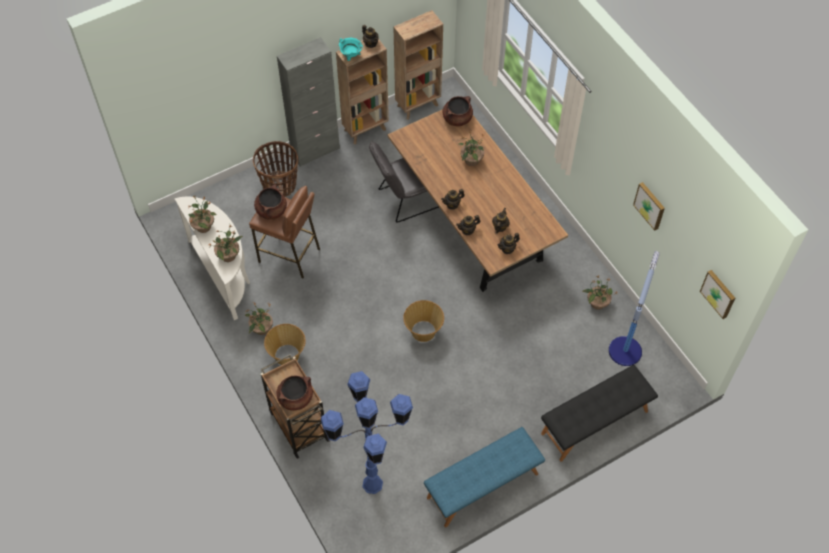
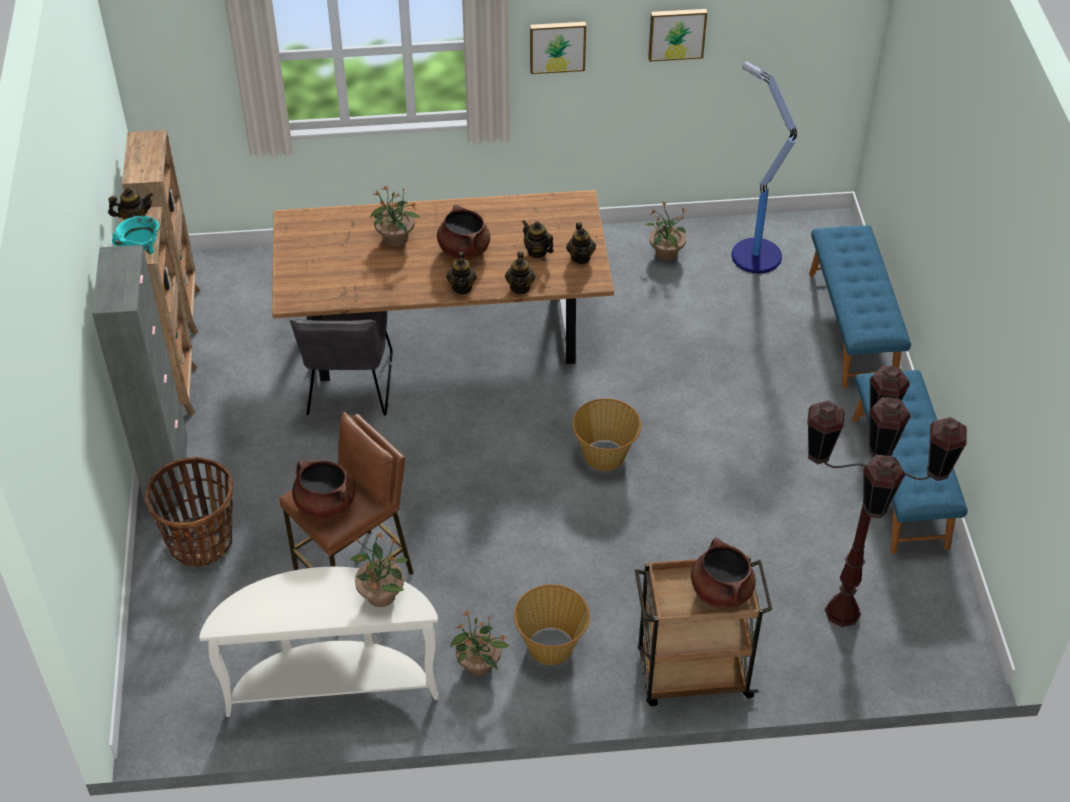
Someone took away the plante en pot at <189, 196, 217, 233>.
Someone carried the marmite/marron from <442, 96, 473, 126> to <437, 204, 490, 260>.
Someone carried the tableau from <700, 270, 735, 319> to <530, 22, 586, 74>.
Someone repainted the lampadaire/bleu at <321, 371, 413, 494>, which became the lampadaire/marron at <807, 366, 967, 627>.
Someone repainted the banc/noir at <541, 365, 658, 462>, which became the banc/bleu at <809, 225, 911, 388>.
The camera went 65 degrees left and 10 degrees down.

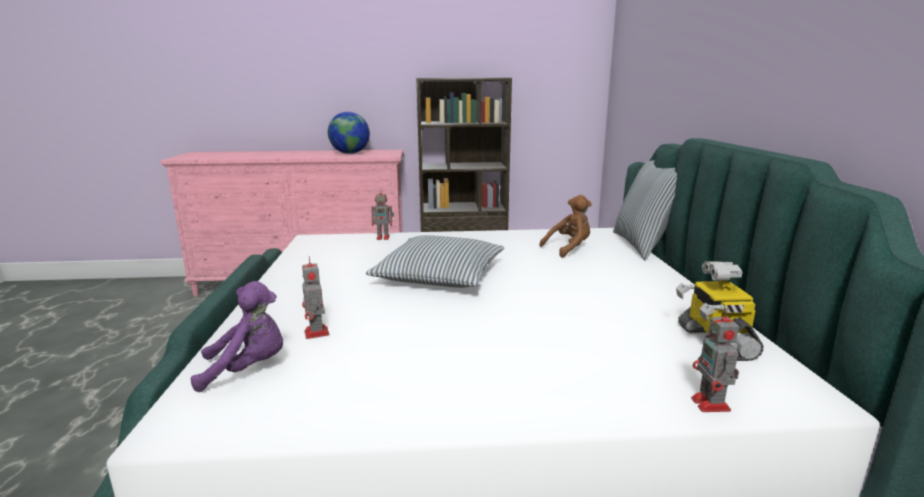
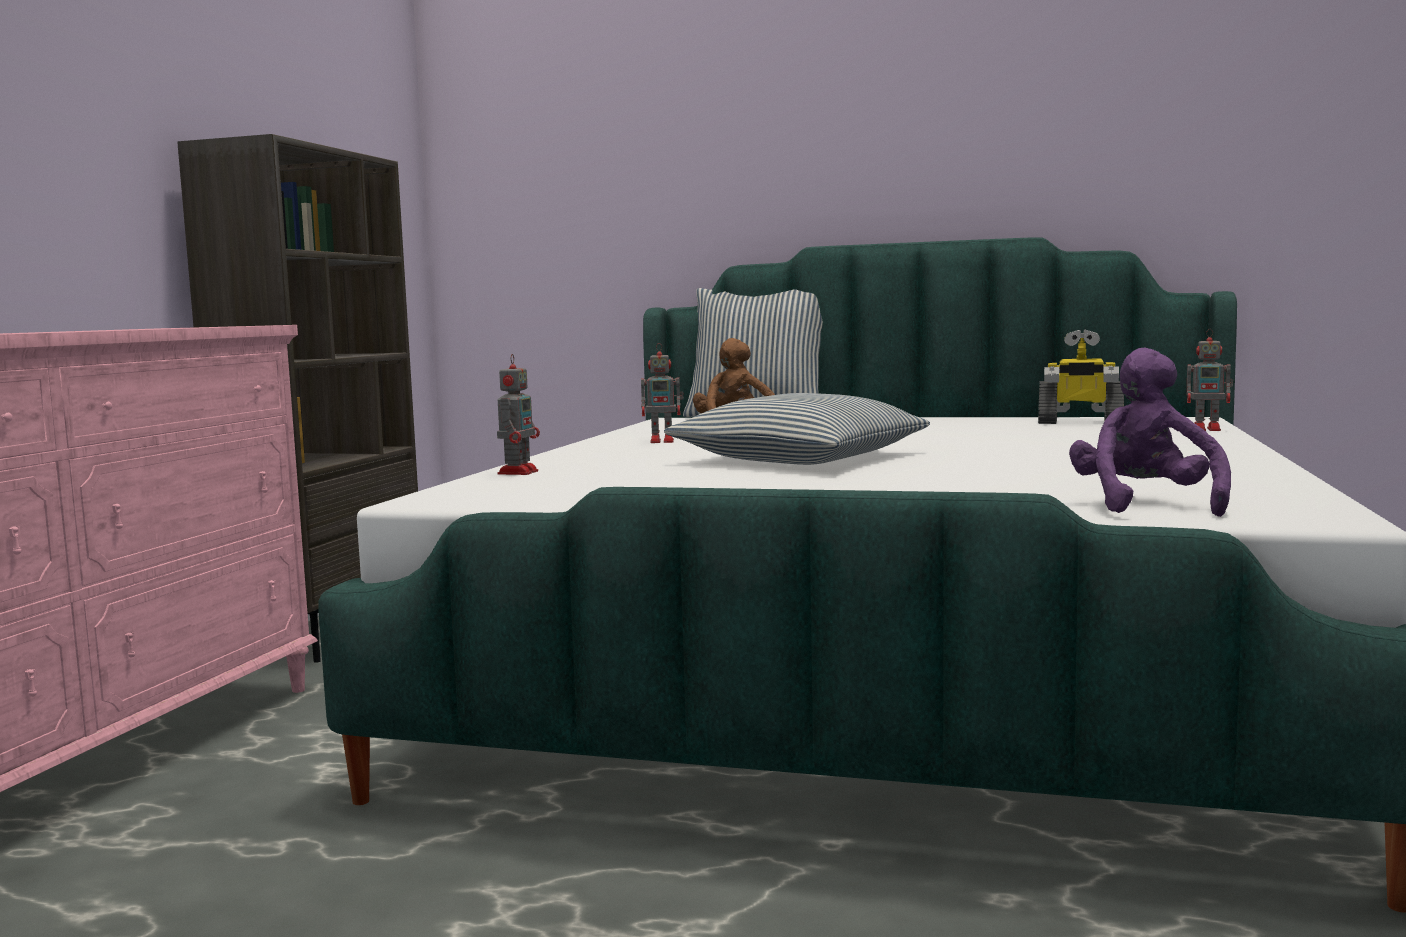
Someone took away the globe at <328, 112, 370, 154>.
Someone carried the robot jouet from <302, 256, 329, 339> to <641, 343, 684, 443>.
The camera went 70 degrees left and 10 degrees down.

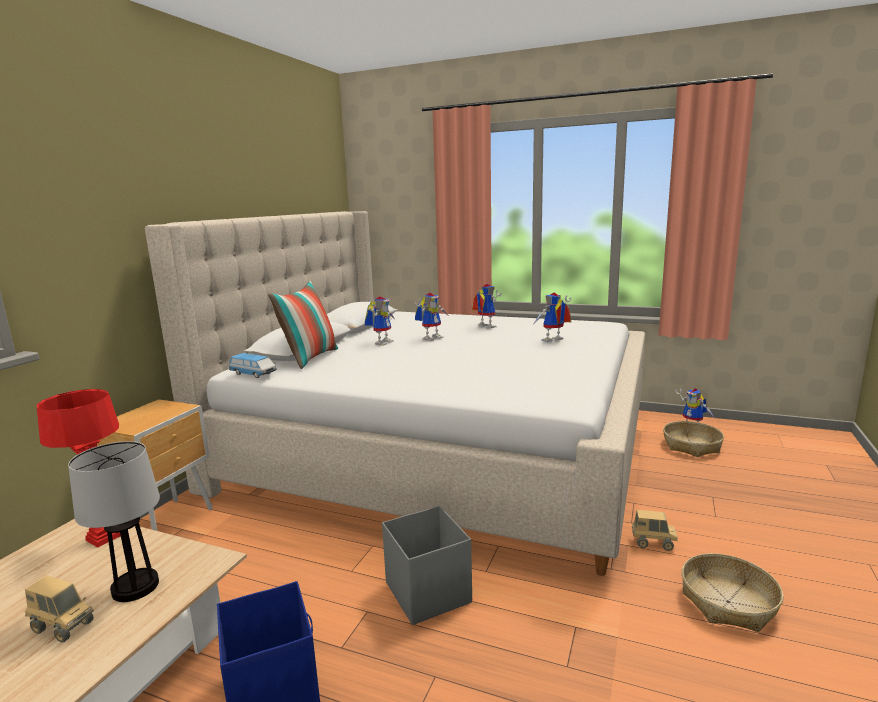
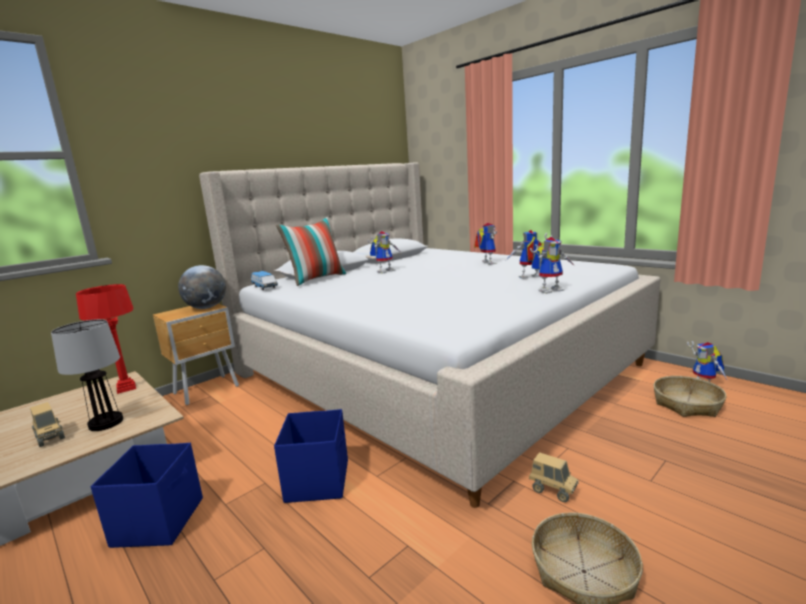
Someone put down the globe at <178, 265, 226, 309>.
Someone carried the robot jouet from <415, 293, 449, 341> to <530, 237, 575, 294>.
Someone repainted the boîte de rangement/gris at <382, 506, 472, 625>, which became the boîte de rangement/bleu at <274, 409, 348, 503>.
The camera went 25 degrees right and 0 degrees up.

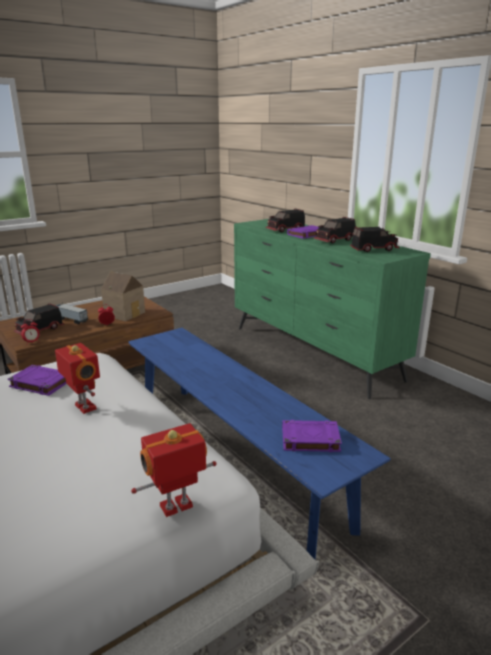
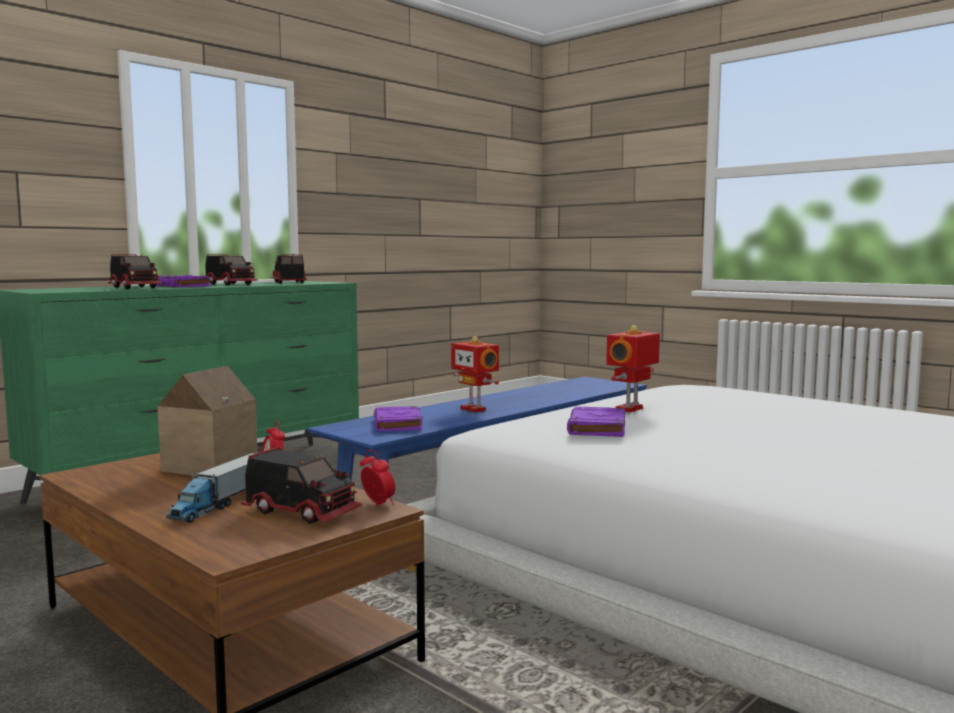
Someone carried the robot jouet from <131, 423, 217, 517> to <451, 336, 499, 412>.
Someone carried the livre/violet from <282, 420, 342, 452> to <374, 406, 422, 431>.
The camera went 100 degrees left and 15 degrees down.

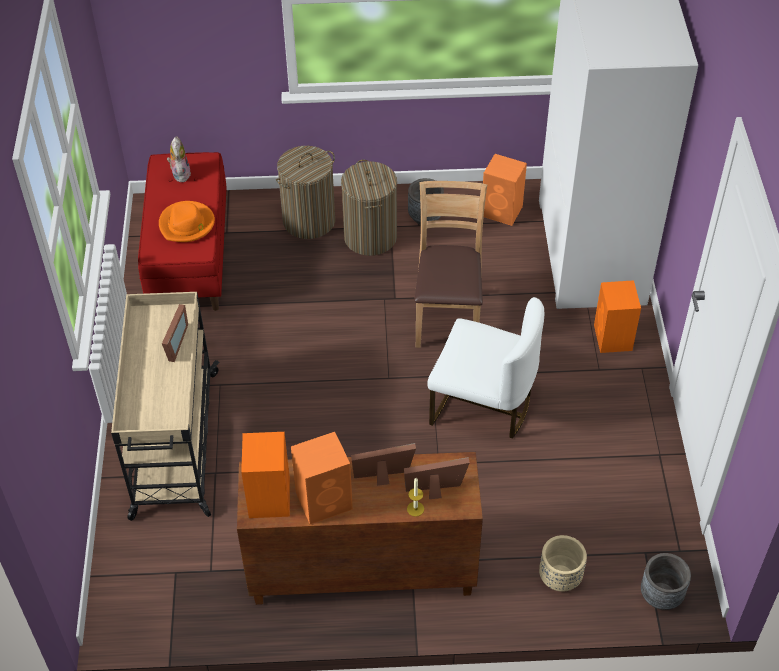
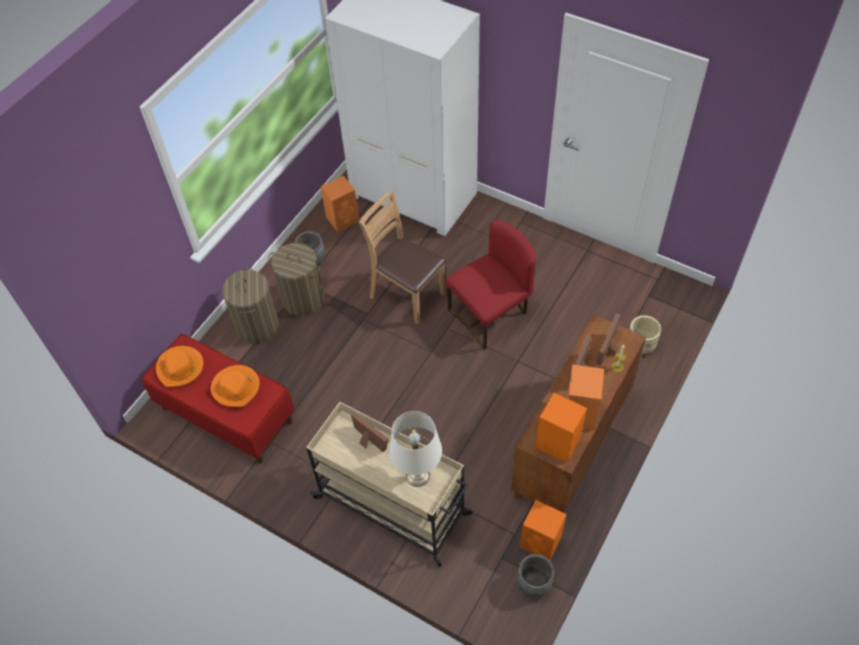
Someone put down the lampe de table/blanc at <389, 411, 442, 487>.
Someone carried the enceinte/orange from <594, 280, 641, 353> to <520, 500, 566, 560>.
Someone carried the cache-pot/gris from <641, 553, 691, 610> to <517, 554, 554, 598>.
Someone swapped the peluche at <167, 136, 191, 182> for the chapeau/orange at <156, 346, 203, 387>.
Someone repainted the chaise/blanc at <427, 297, 544, 439>, which became the chaise/rouge at <445, 220, 536, 350>.
The camera went 55 degrees left and 5 degrees up.

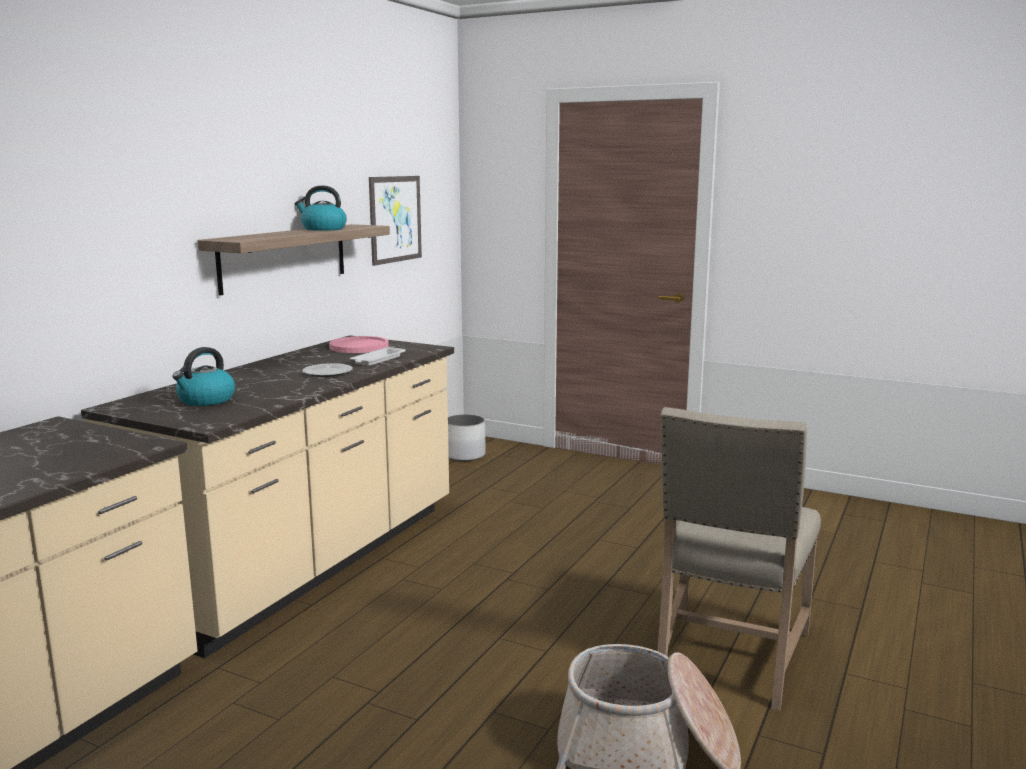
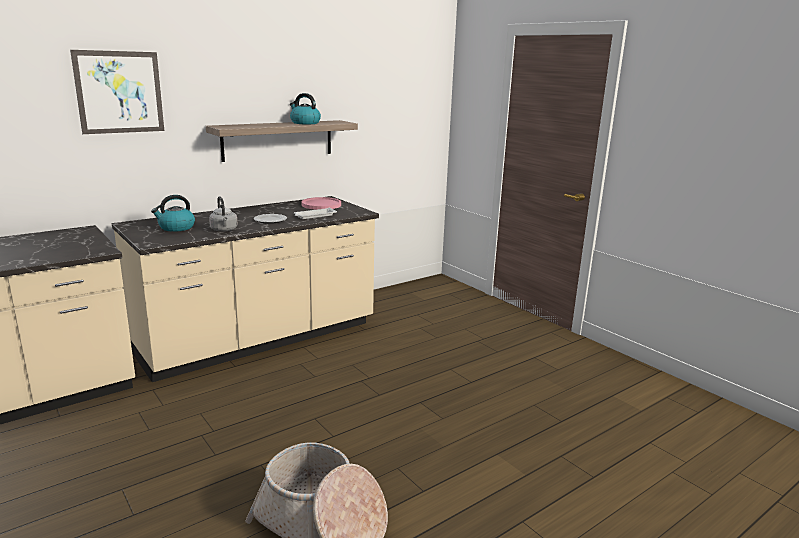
Someone took away the cache-pot/blanc at <448, 414, 486, 461>.
Someone took away the chaise/beige at <657, 407, 821, 711>.
Someone put down the bouilloire/gris at <209, 196, 238, 232>.
Someone carried the tableau from <369, 176, 422, 266> to <70, 50, 164, 134>.
The camera went 25 degrees right and 5 degrees up.

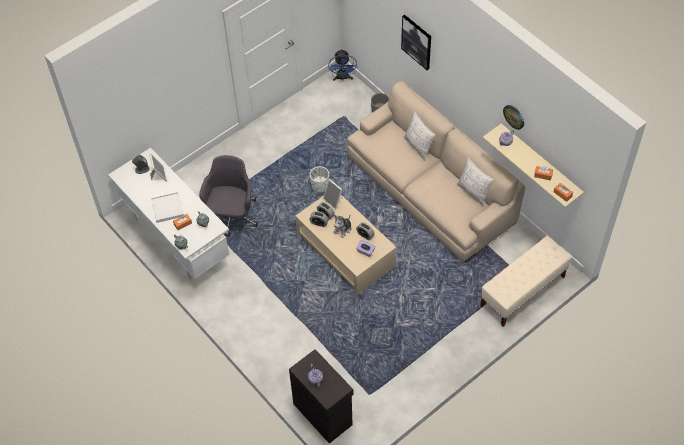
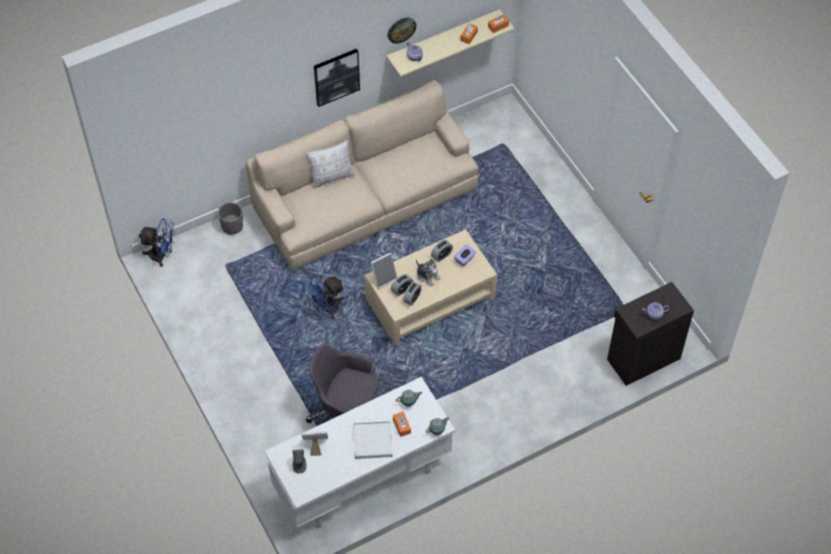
Someone took away the coussin at <457, 158, 494, 206>.
Someone took away the banc/beige at <480, 236, 571, 327>.
Someone carried the tableau from <401, 15, 431, 70> to <314, 49, 360, 107>.
Someone swapped the cache-pot/blanc at <310, 166, 329, 193> for the ventilateur/bleu at <304, 276, 345, 319>.
The camera went 80 degrees left and 0 degrees up.

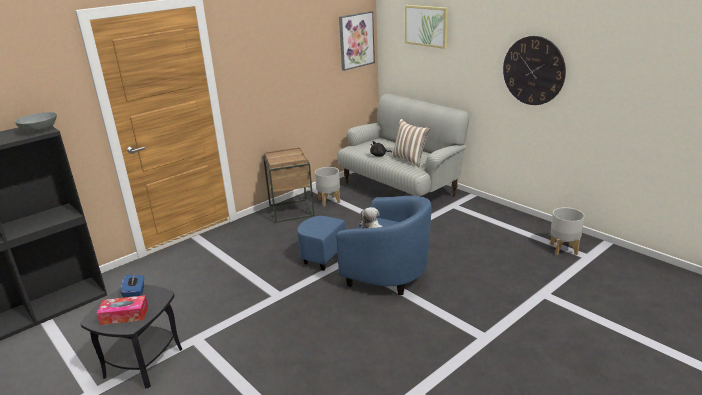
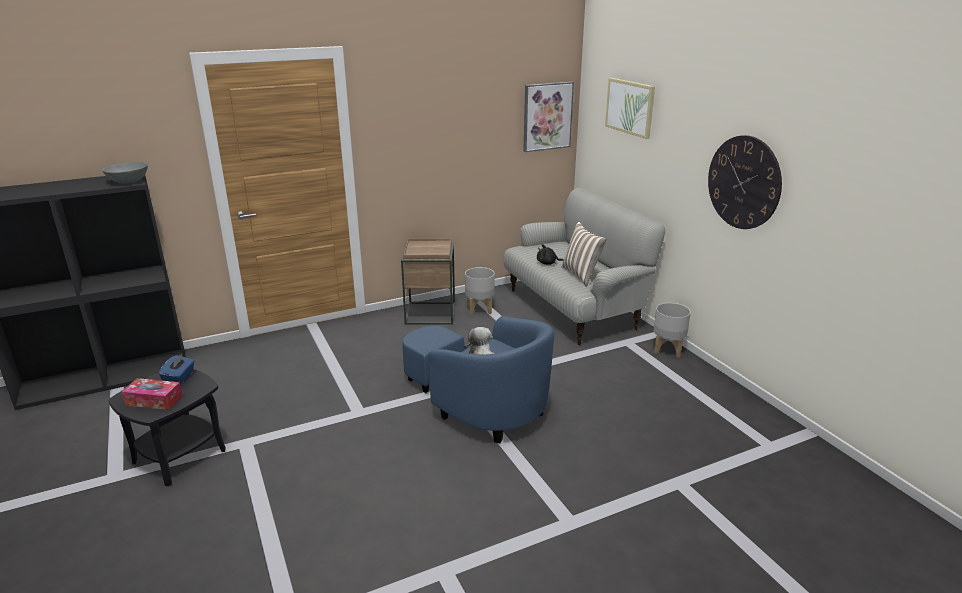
Someone carried the cache-pot/gris from <550, 207, 585, 255> to <654, 303, 691, 358>.
The camera went 15 degrees right and 0 degrees up.

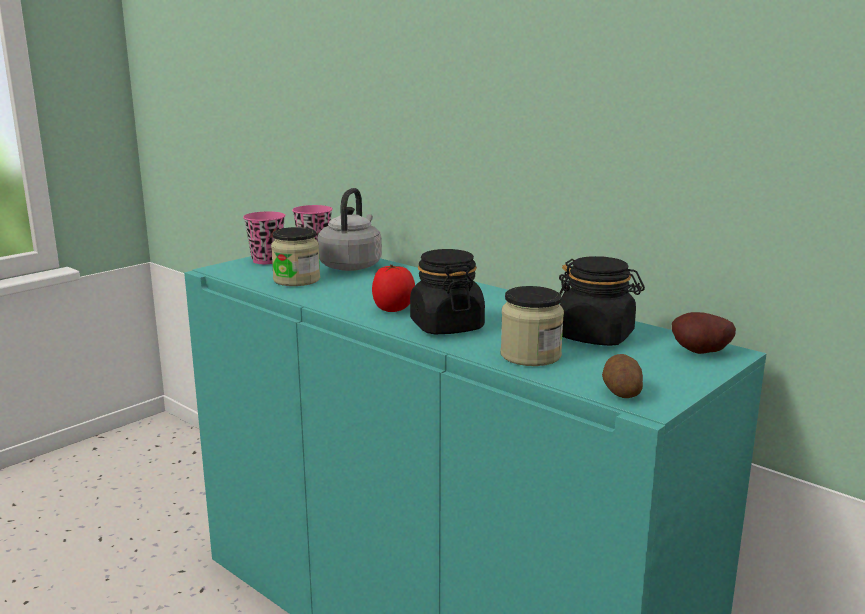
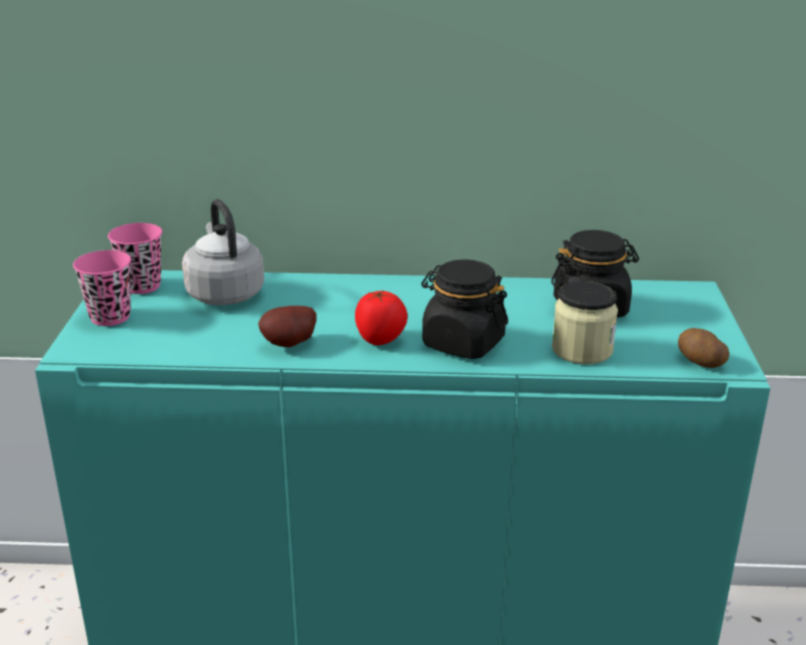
Someone took away the bocal at <271, 227, 320, 286>.
Someone carried the pomme de terre from <672, 312, 736, 354> to <258, 306, 317, 347>.
The camera went 40 degrees left and 10 degrees up.

